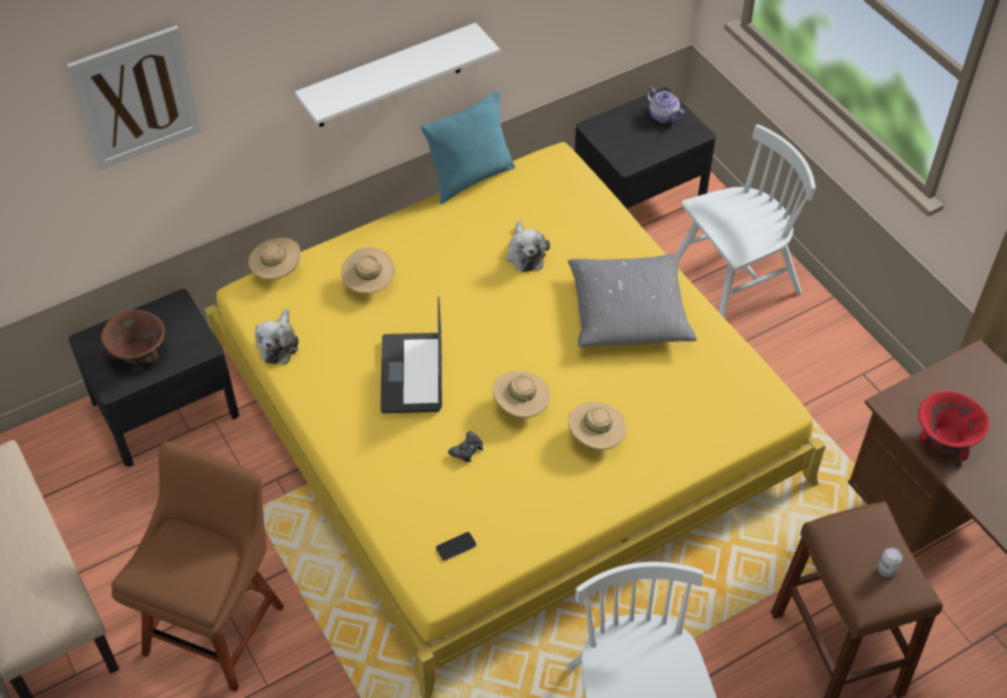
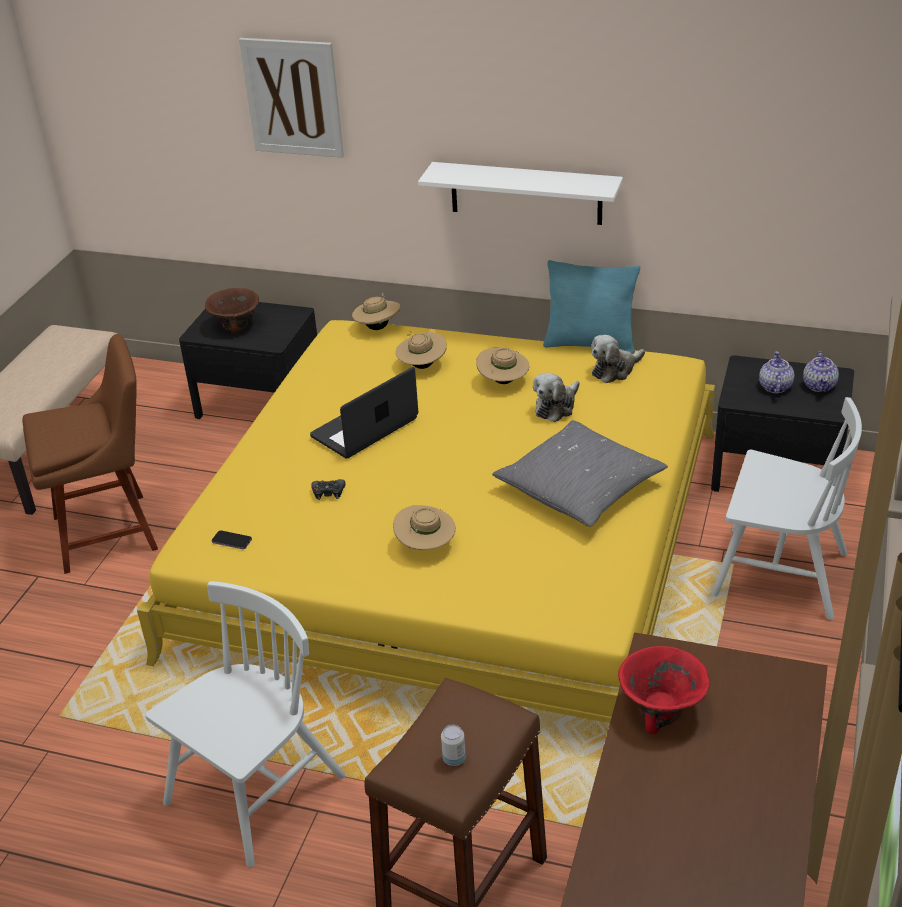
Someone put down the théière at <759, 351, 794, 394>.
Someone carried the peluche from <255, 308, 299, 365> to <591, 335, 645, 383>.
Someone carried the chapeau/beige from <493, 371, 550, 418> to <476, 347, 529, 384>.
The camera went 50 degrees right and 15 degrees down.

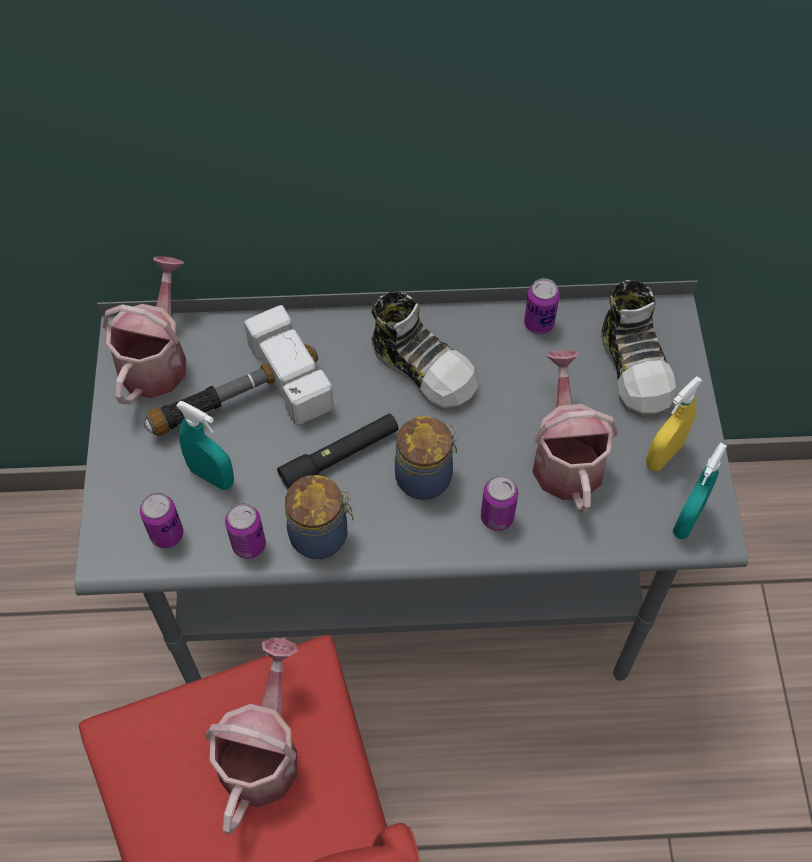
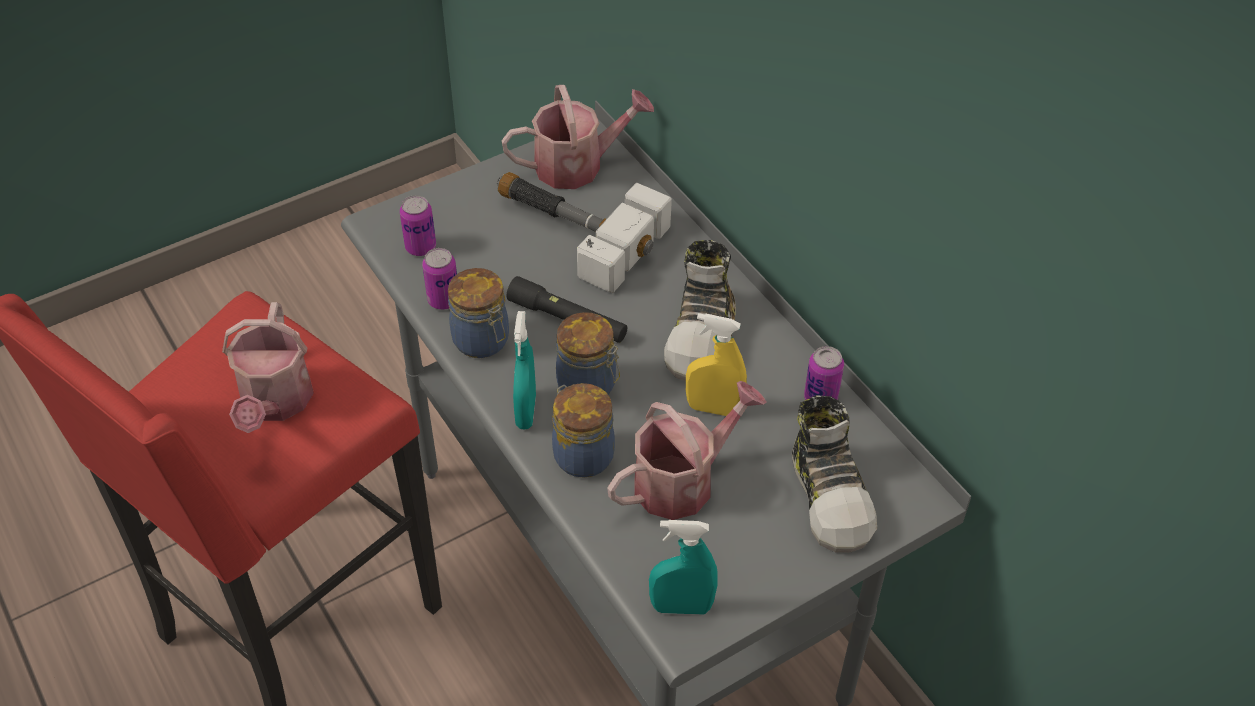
Someone carried the vaporisateur/turquoise from <176, 400, 234, 490> to <513, 311, 536, 430>.
Someone carried the vaporisateur/jaune from <646, 376, 703, 471> to <686, 313, 747, 416>.
Someone swapped the boîte métallique at <481, 475, 518, 531> for the bocal at <552, 383, 615, 478>.
Someone rotated the arrosoir at <205, 638, 298, 834> by 105 degrees clockwise.
Someone rotated the chaussure at <601, 280, 677, 417> by 60 degrees counterclockwise.
The camera went 60 degrees right and 10 degrees down.

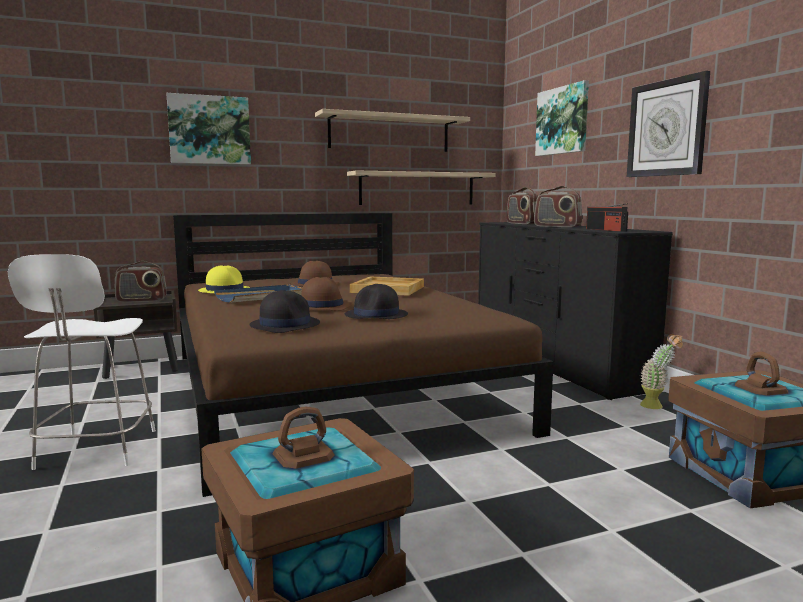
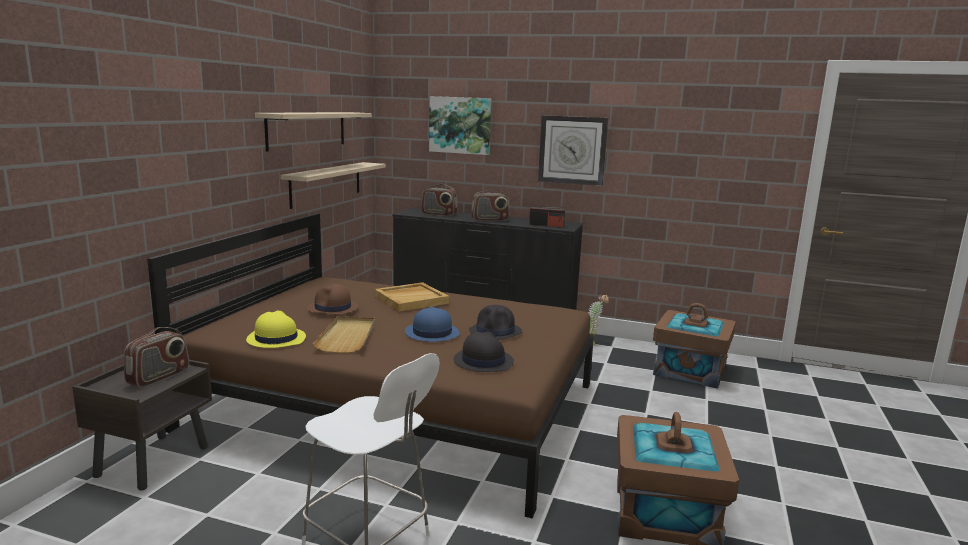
Someone took away the tableau at <166, 93, 251, 165>.
Someone repainted the plateau/bleu at <214, 284, 302, 303>, which became the plateau/beige at <313, 316, 375, 353>.
Someone repainted the chapeau/marron at <301, 277, 352, 311>, which became the chapeau/bleu at <405, 306, 460, 342>.
The camera went 50 degrees left and 5 degrees up.

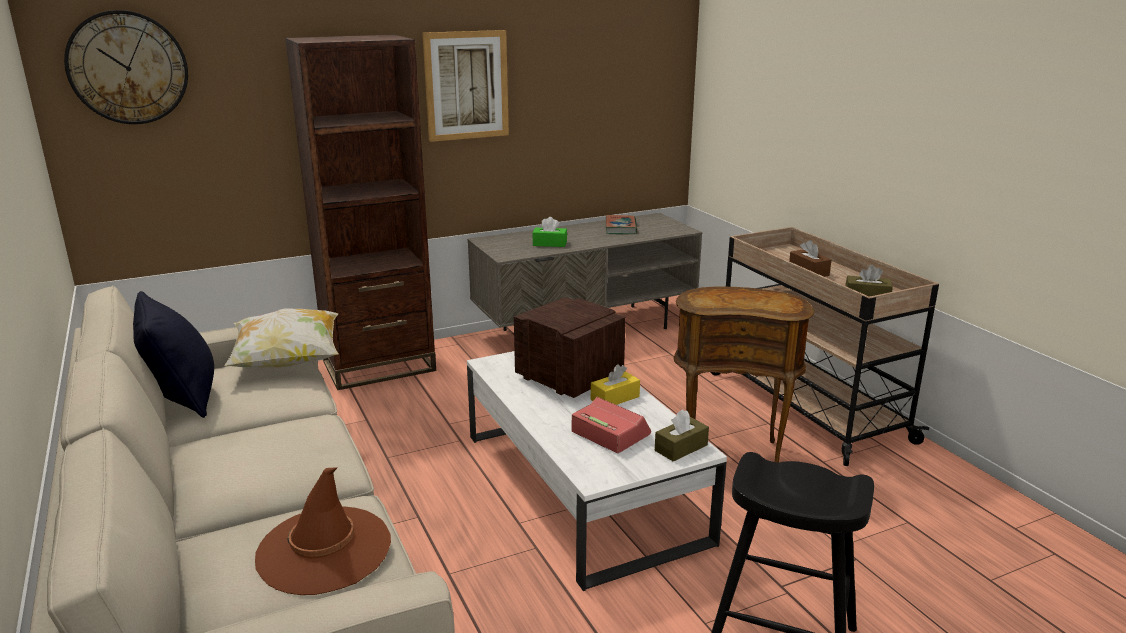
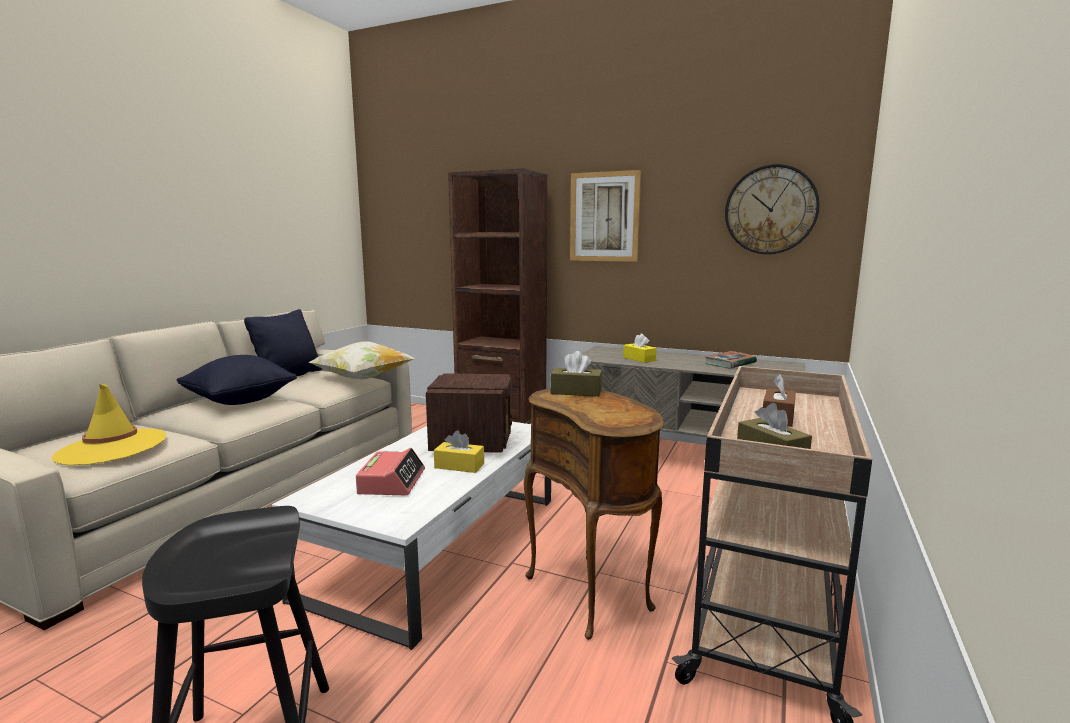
Someone put down the coussin/noir at <177, 355, 297, 405>.
Someone carried the horloge murale from <64, 10, 188, 124> to <725, 164, 819, 254>.
Someone carried the boîte à mouchoirs/marron from <655, 409, 709, 462> to <550, 351, 602, 397>.
Someone repainted the chapeau/marron at <255, 467, 391, 595>, which became the chapeau/jaune at <52, 384, 166, 465>.
Someone repainted the boîte à mouchoirs/vert at <532, 217, 567, 247>, which became the boîte à mouchoirs/jaune at <623, 334, 656, 363>.
The camera went 50 degrees right and 10 degrees down.

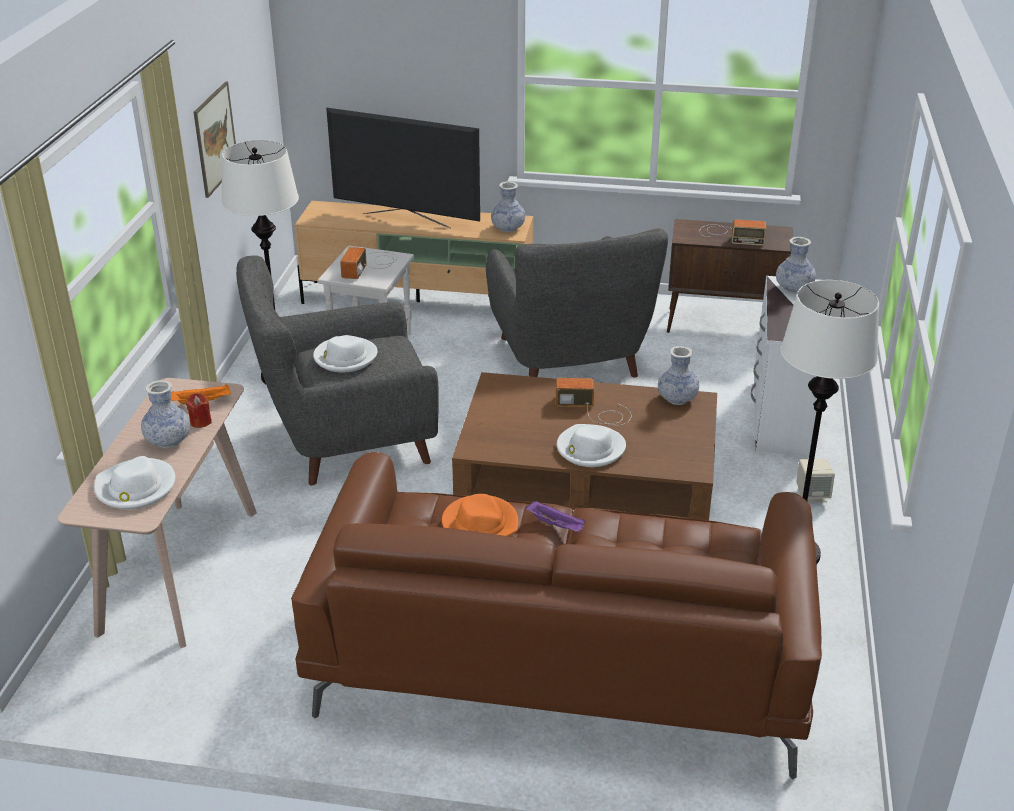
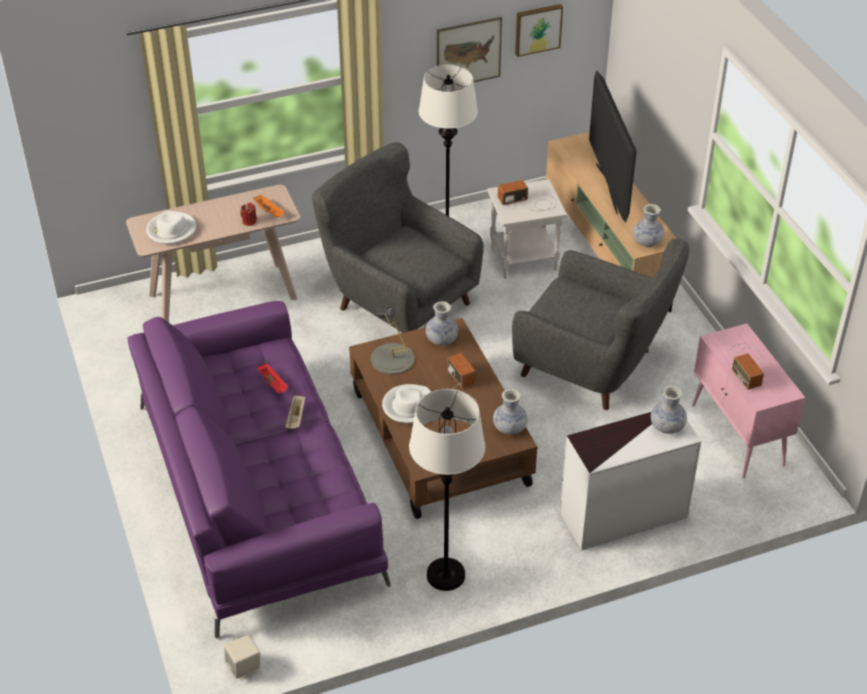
Someone took away the chapeau/blanc at <313, 335, 378, 372>.
Someone put down the lampe de table/gris at <370, 307, 415, 375>.
Someone put up the tableau at <515, 4, 563, 57>.
Someone carried the vase from <141, 380, 190, 448> to <426, 302, 458, 346>.
Someone carried the enceinte/beige from <796, 459, 835, 503> to <224, 635, 260, 680>.
Someone swapped the chapeau/orange at <442, 494, 519, 536> for the plateau/rouge at <257, 363, 289, 393>.
Someone repainted the canapé/marron at <291, 452, 822, 779>, which became the canapé/violet at <127, 301, 391, 639>.
Someone repainted the plateau/violet at <526, 501, 585, 532>, which became the plateau/beige at <285, 395, 305, 429>.
Someone repainted the meuble de rangement/marron at <667, 219, 793, 333>, which became the meuble de rangement/rose at <692, 324, 805, 479>.
Someone rotated the fauteuil/gris at <486, 228, 668, 378> by 105 degrees counterclockwise.
The camera went 60 degrees right and 10 degrees up.

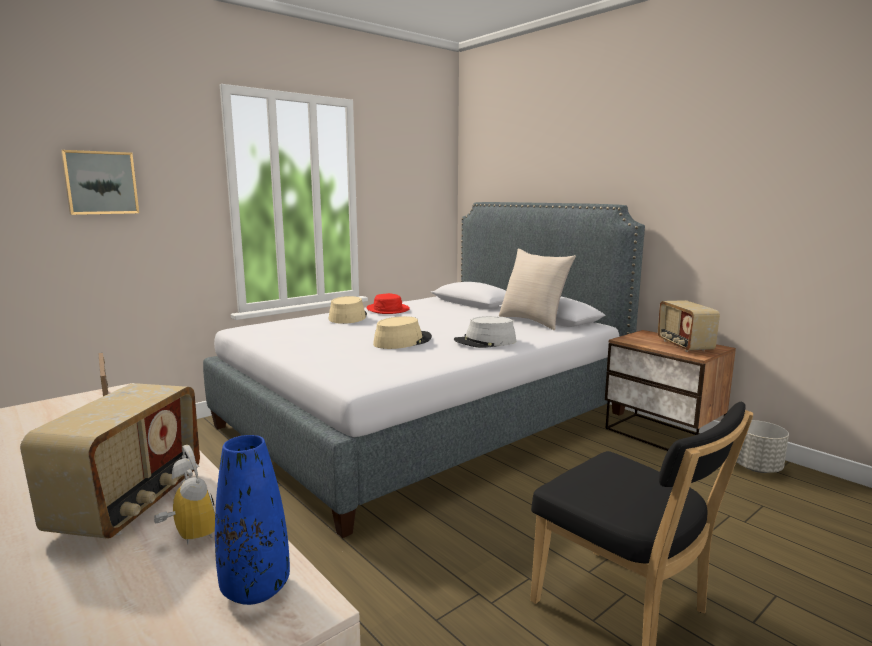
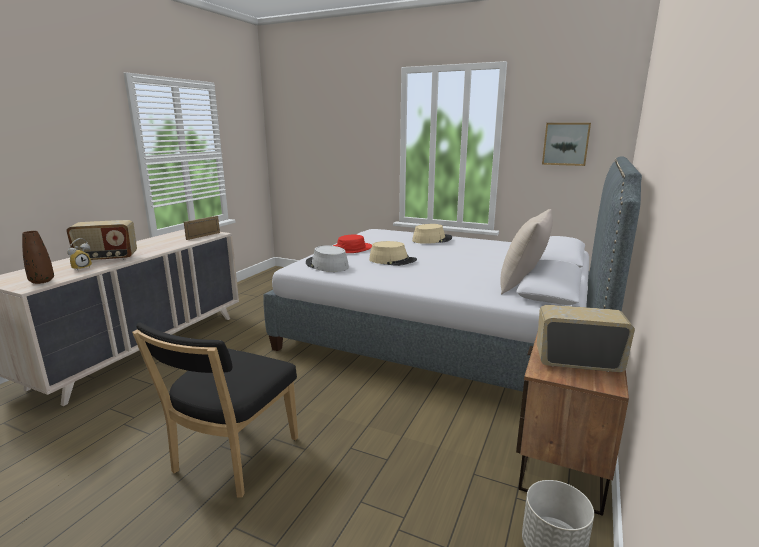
Someone carried the tableau from <61, 150, 139, 215> to <542, 123, 591, 166>.
Someone carried the chapeau/rouge from <366, 293, 410, 314> to <333, 234, 372, 253>.
Someone carried the chapeau/gris from <454, 316, 516, 348> to <306, 246, 349, 272>.
Someone repainted the vase/bleu at <215, 435, 290, 605>, which became the vase/marron at <22, 231, 54, 284>.
Someone rotated the radio at <658, 300, 720, 352> by 45 degrees clockwise.
The camera went 65 degrees right and 5 degrees up.

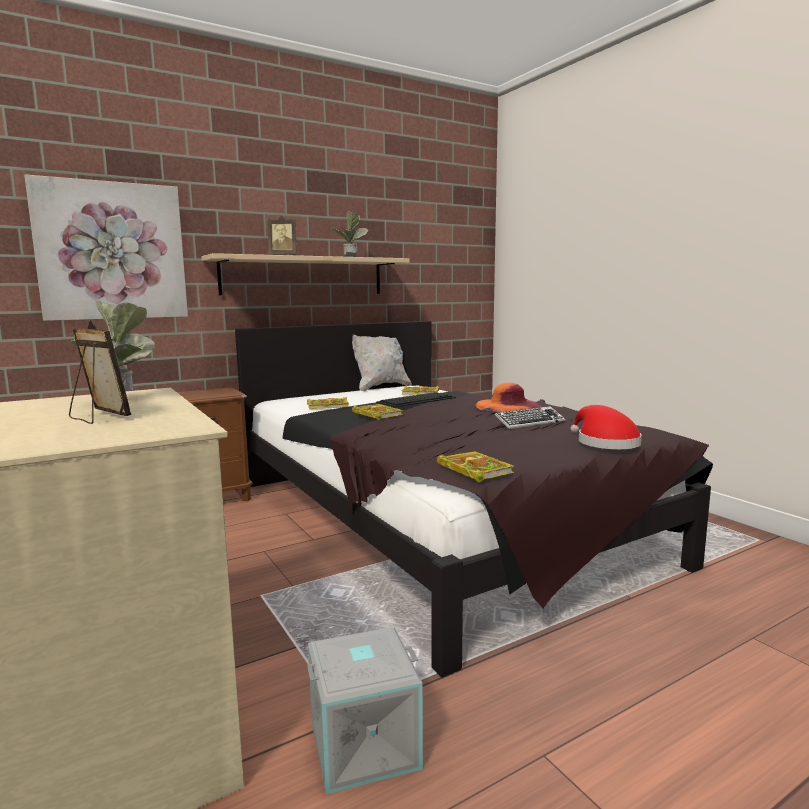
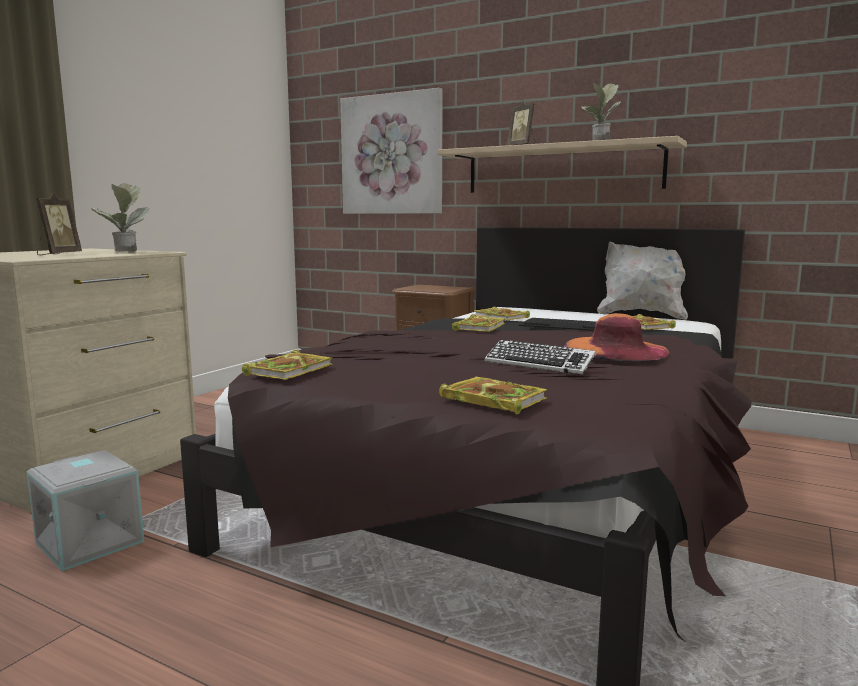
Someone swapped the chapeau/rouge at <571, 405, 642, 449> for the livre at <439, 377, 547, 414>.
The camera went 60 degrees right and 0 degrees up.

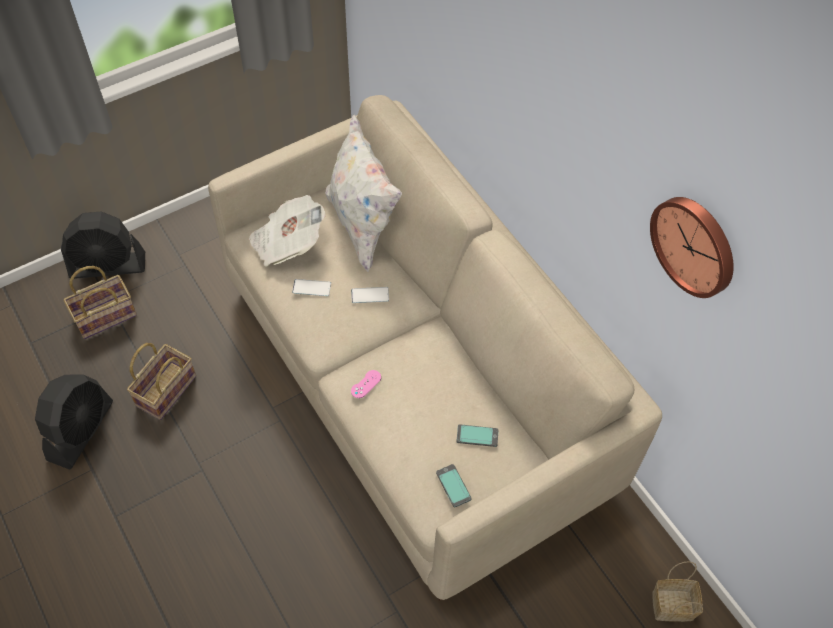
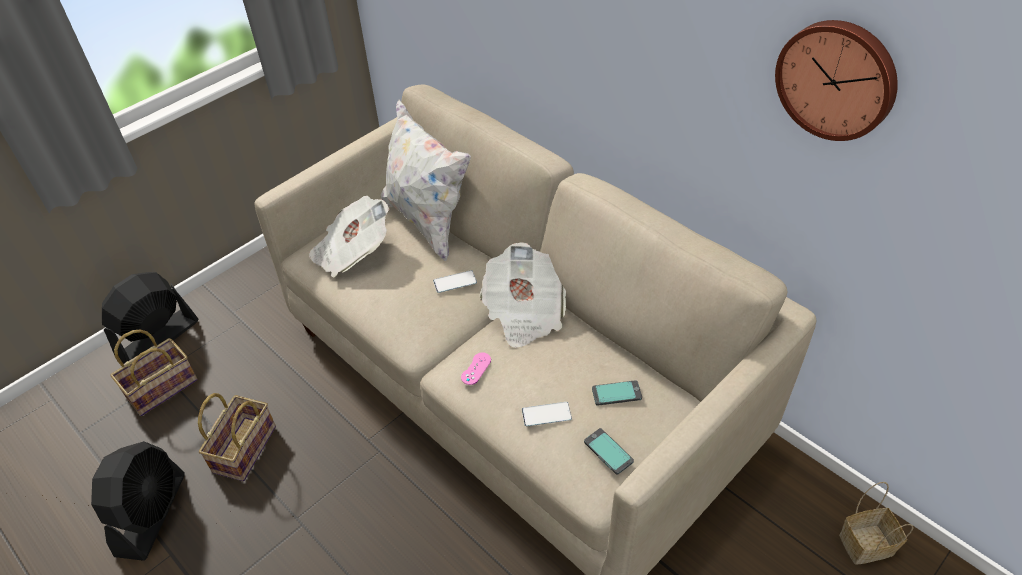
Someone put down the journal at <479, 242, 566, 348>.
Someone carried the téléphone from <292, 279, 331, 296> to <522, 402, 572, 426>.
Someone rotated the ventilateur/noir at <61, 211, 145, 279> by 150 degrees clockwise.
The camera went 10 degrees left and 10 degrees down.

